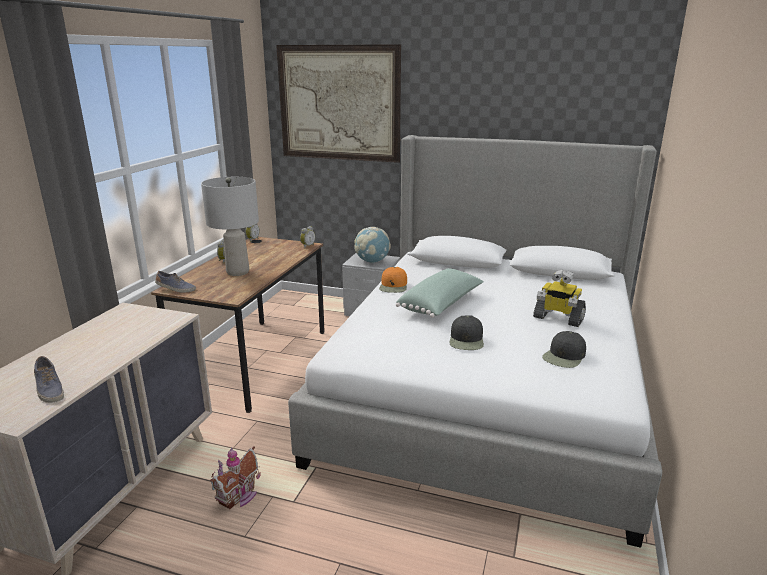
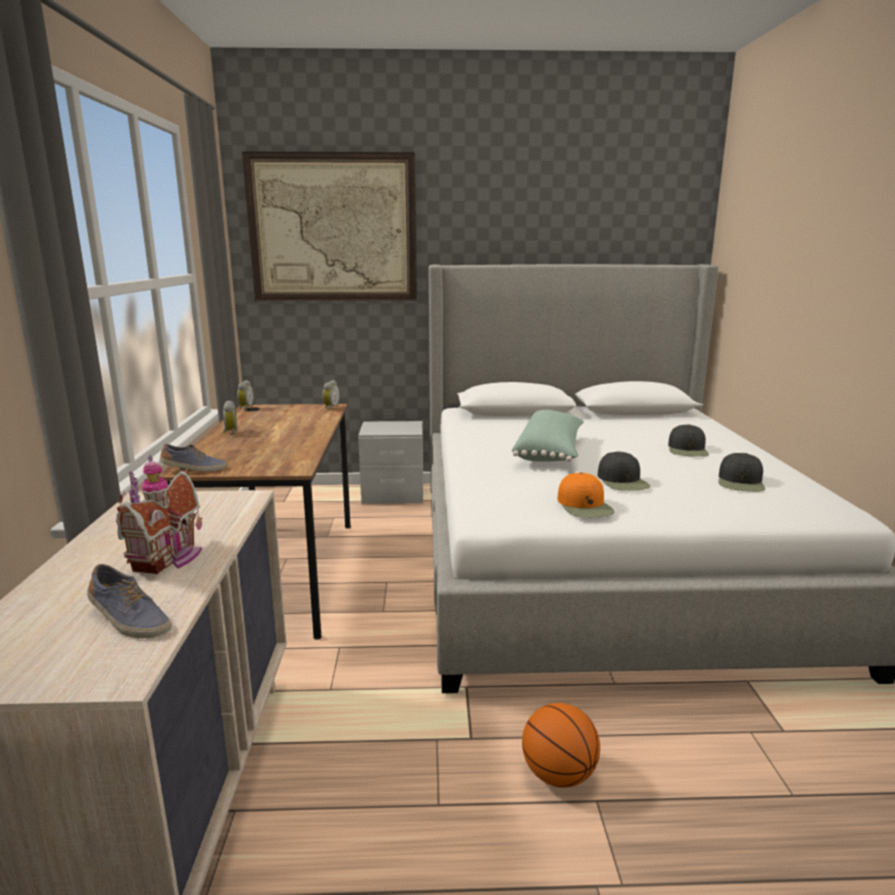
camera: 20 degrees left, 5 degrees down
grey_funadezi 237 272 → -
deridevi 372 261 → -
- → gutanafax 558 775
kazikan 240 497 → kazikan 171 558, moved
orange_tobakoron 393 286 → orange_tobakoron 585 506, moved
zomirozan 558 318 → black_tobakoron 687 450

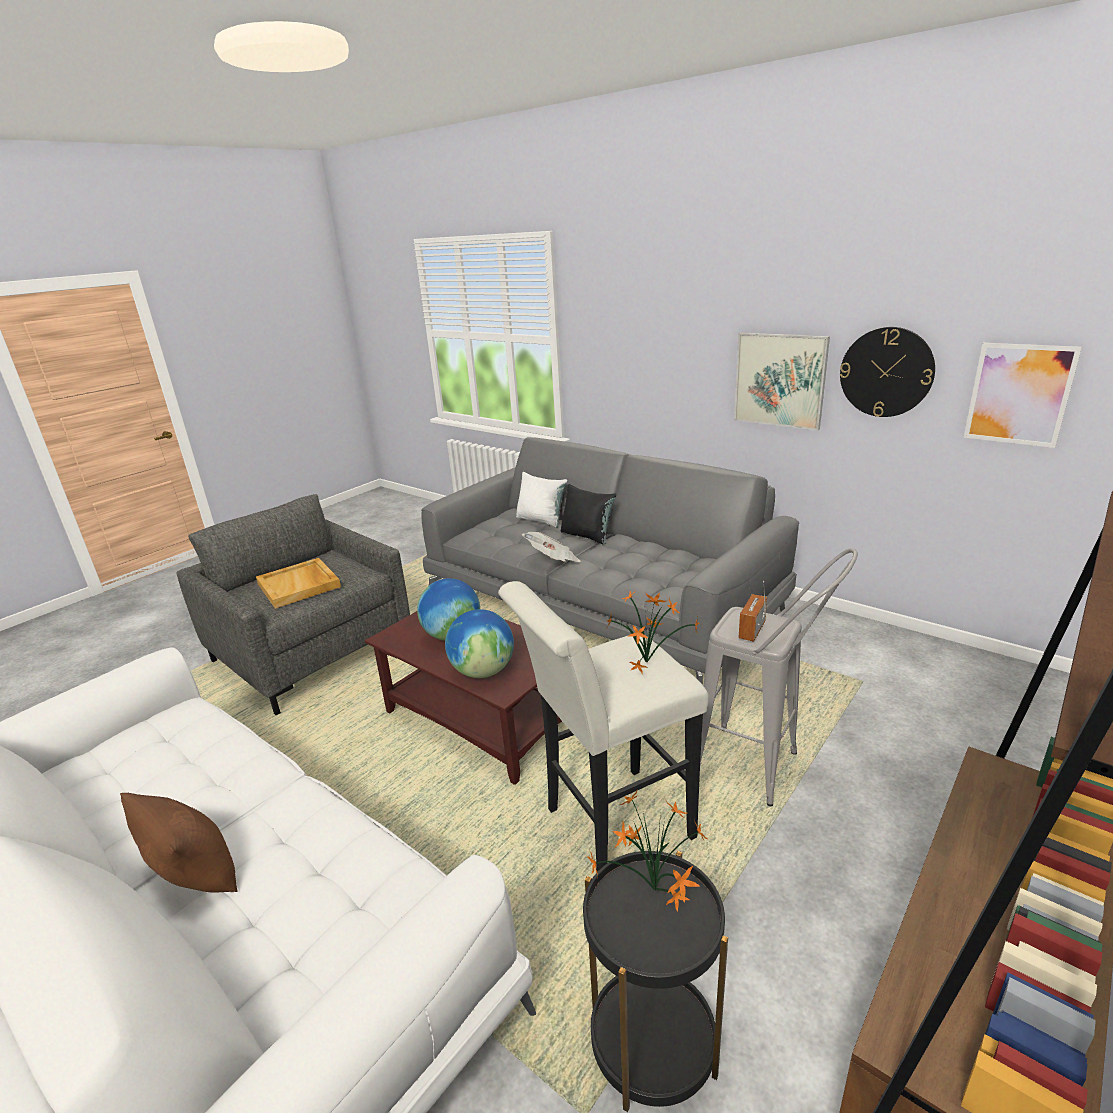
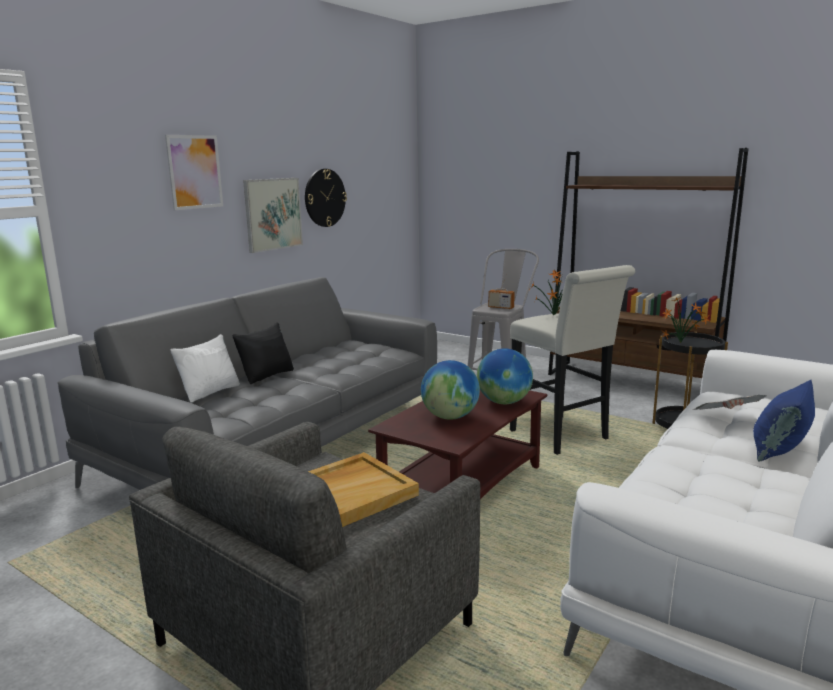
camera: 95 degrees left, 10 degrees down
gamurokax 553 560 → gamurokax 726 419, moved
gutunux 1019 394 → gutunux 195 172, moved
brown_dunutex 195 874 → blue_dunutex 779 451

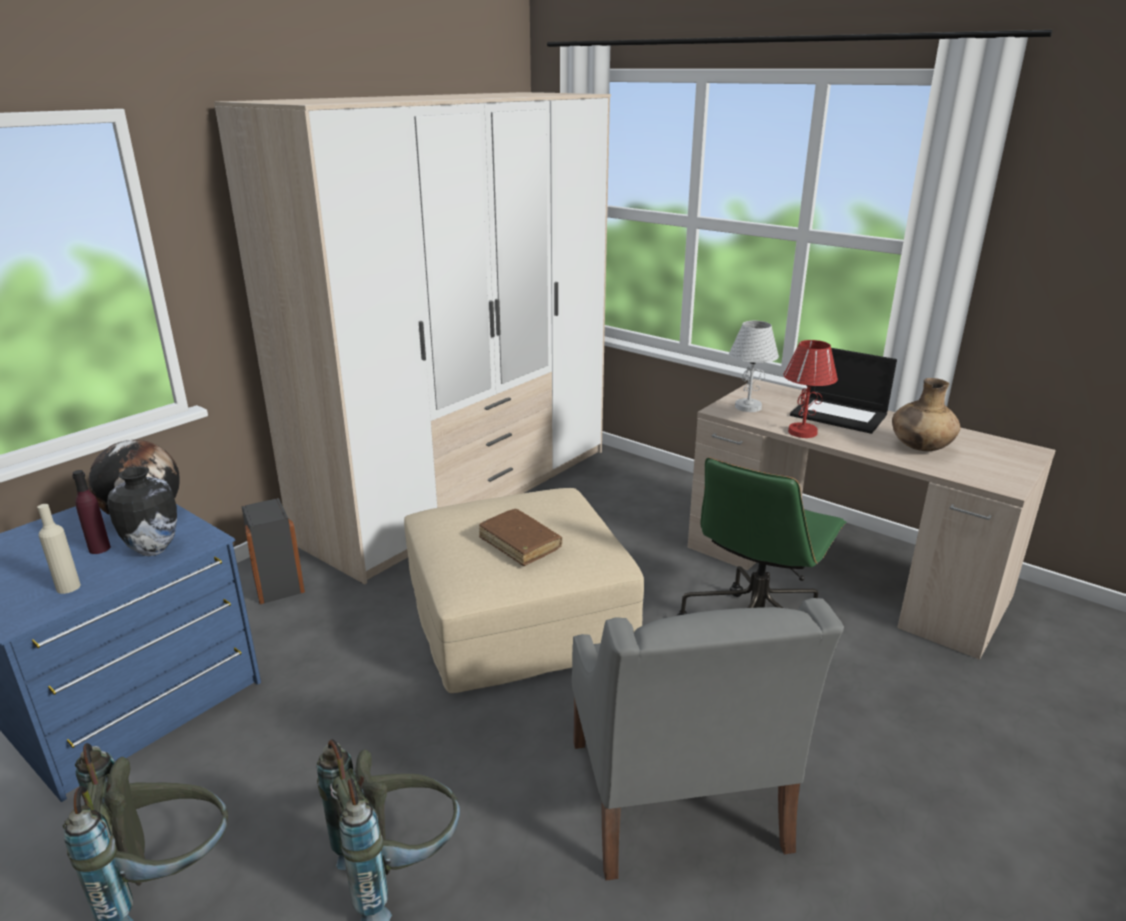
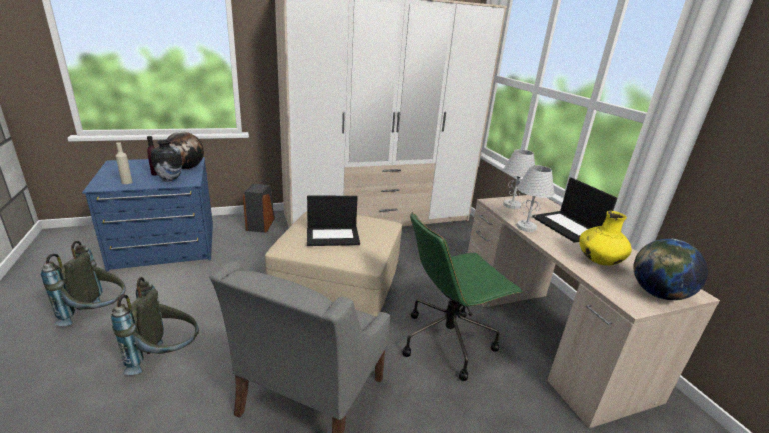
camera: 30 degrees right, 0 degrees up
- → deridevi 657 294
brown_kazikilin 520 544 → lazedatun 333 236
red_funadezi 803 432 → white_funadezi 526 227
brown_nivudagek 919 448 → yellow_nivudagek 598 261

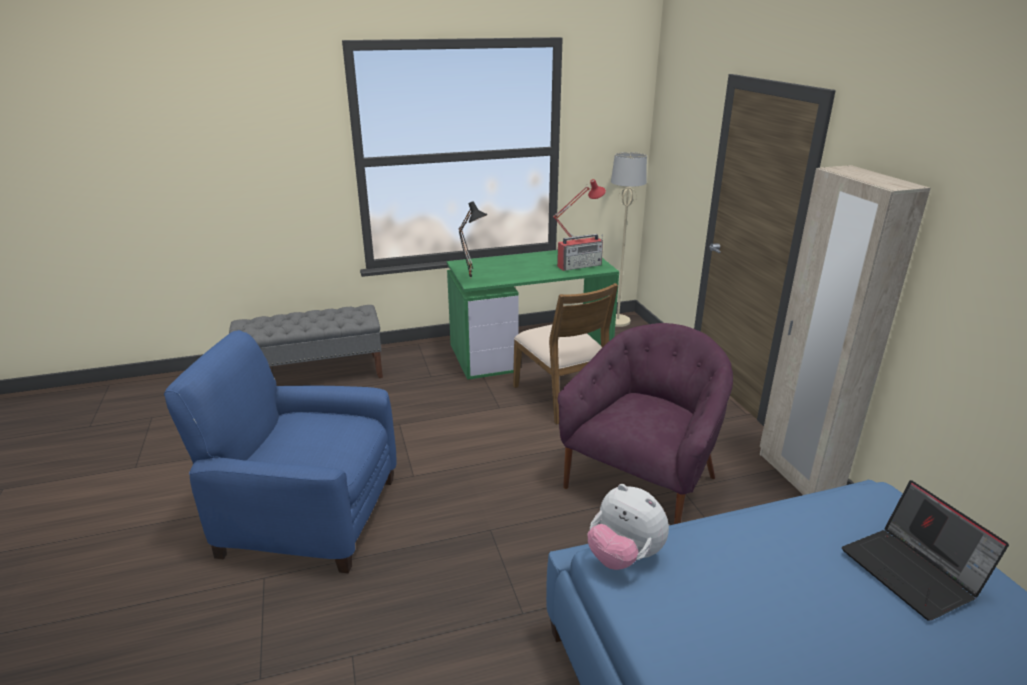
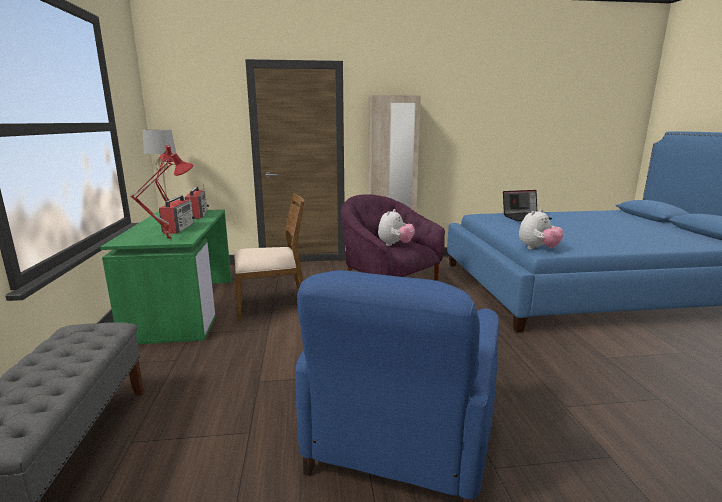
camera: 80 degrees left, 10 degrees down
- → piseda 179 228
- → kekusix 395 244
black_funadezi 472 278 → red_funadezi 170 240

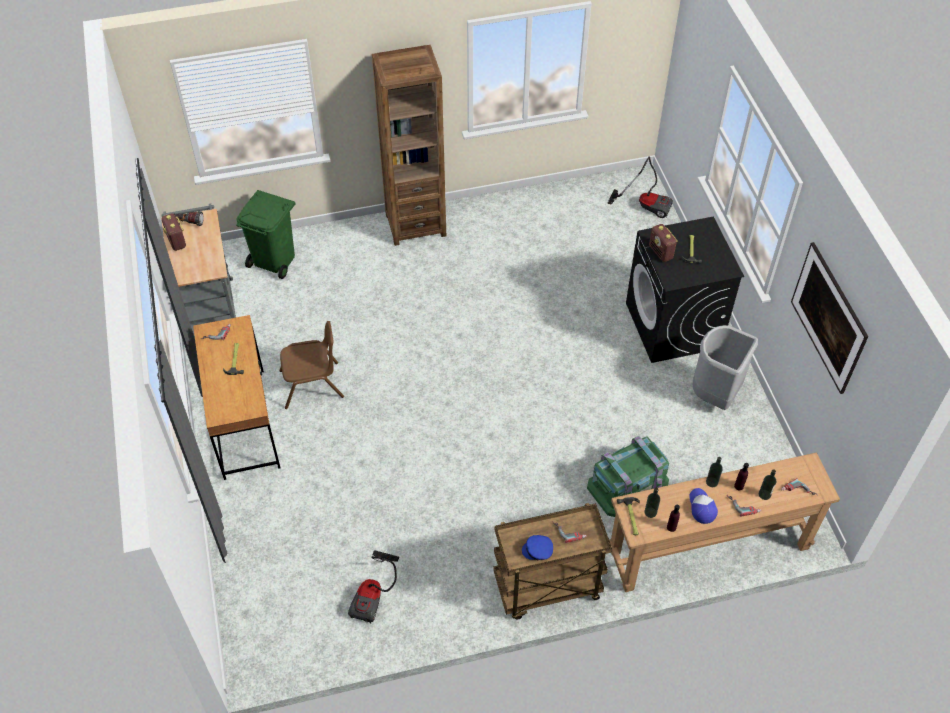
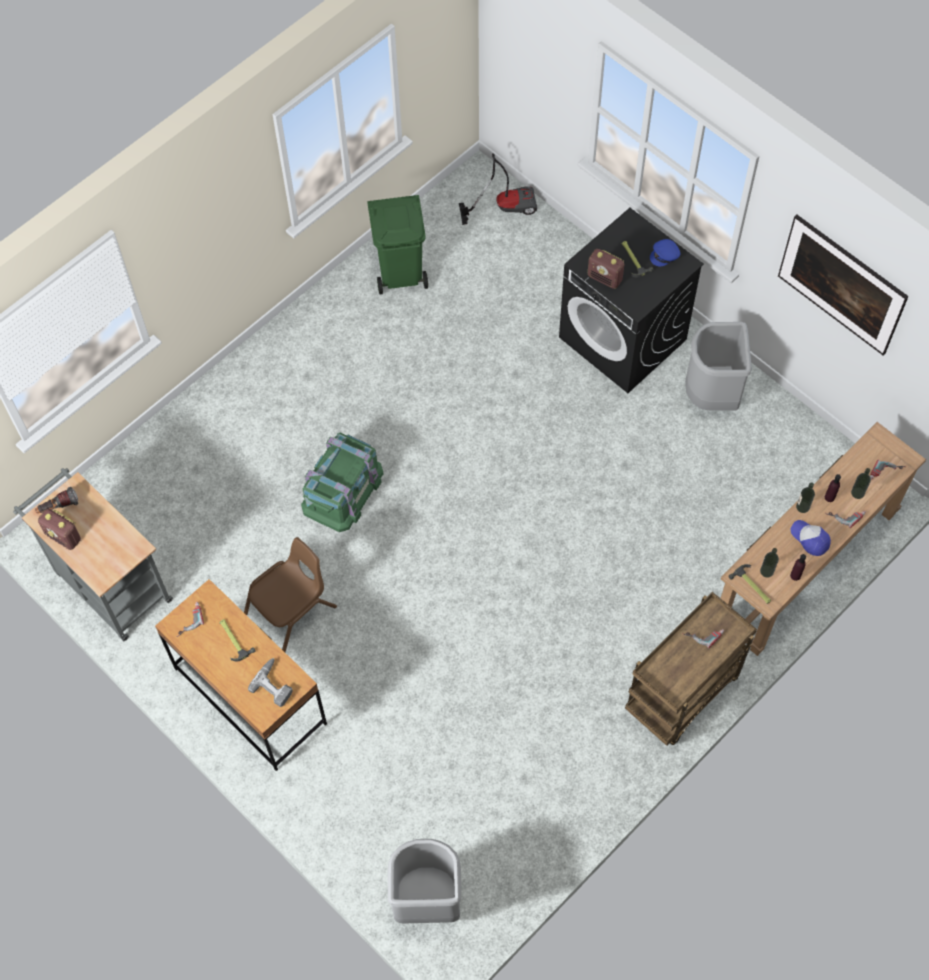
camera: 30 degrees left, 10 degrees up
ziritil 374 595 → -
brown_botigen 415 225 → -
- → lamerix 275 684
- → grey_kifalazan 427 900
green_kifalazan 275 261 → green_kifalazan 401 272, moved
blue_tobakoron 538 550 → blue_tobakoron 665 255, moved
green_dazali 627 484 → green_dazali 342 489, moved

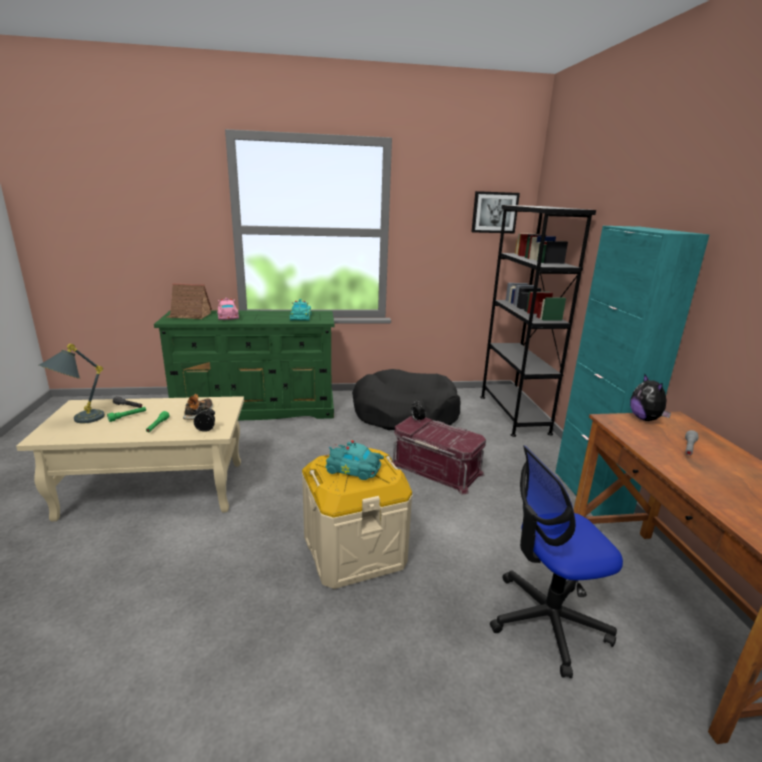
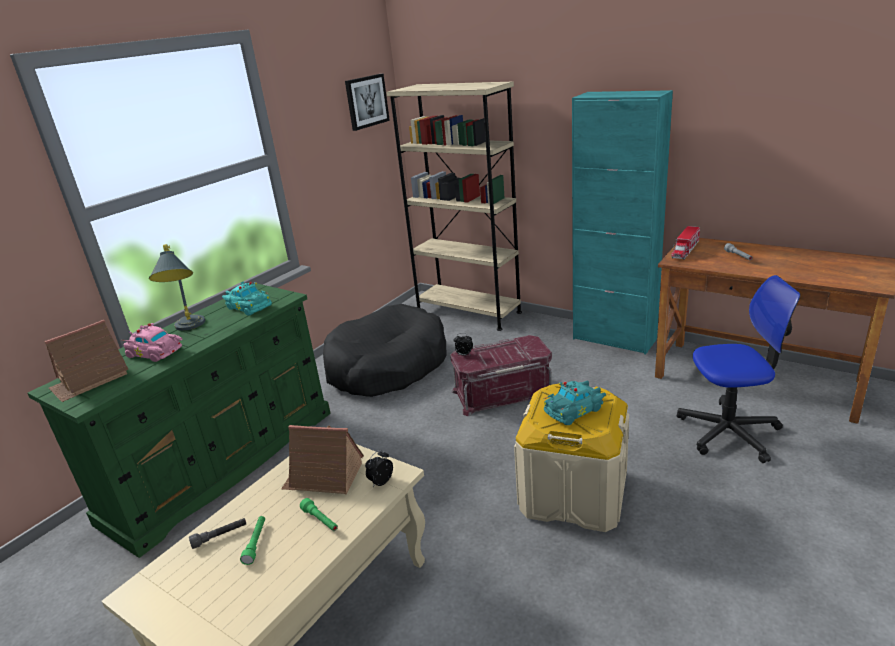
camera: 45 degrees left, 5 degrees up
grey_funadezi 78 421 → grey_funadezi 189 328, moved
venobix 199 412 → kazikan 324 476
kekusix 645 419 → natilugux 685 250
black_botigen 513 414 → beige_botigen 468 312
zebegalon 547 621 → zebegalon 729 432, 120 degrees counterclockwise

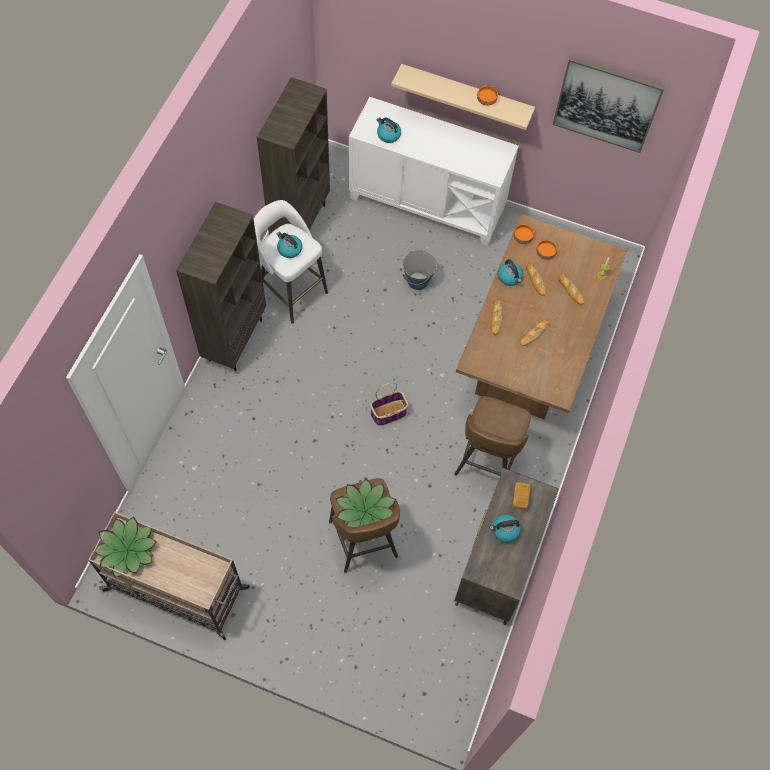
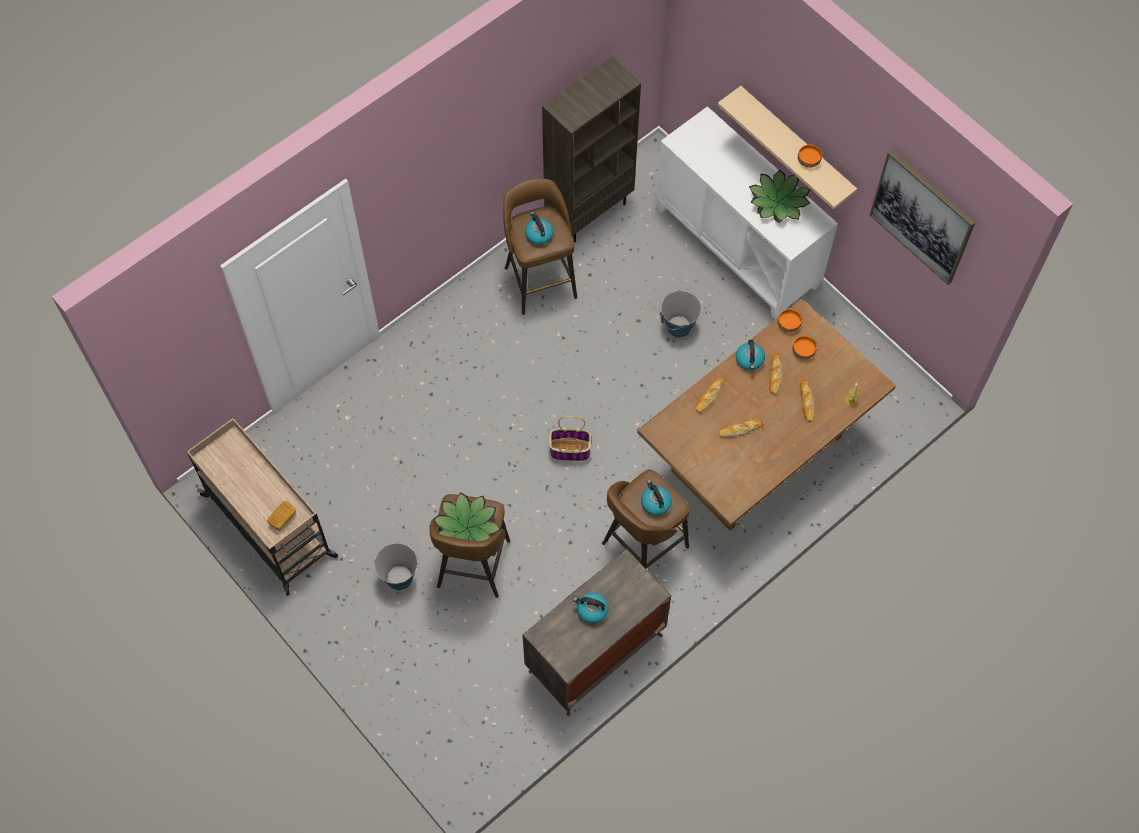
camera: 30 degrees right, 0 degrees up
brown_botigen 234 339 → -
- → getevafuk 399 577
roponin 127 550 → roponin 778 202, moved
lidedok 388 135 → lidedok 655 503, moved
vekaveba 520 498 → vekaveba 282 518, moved
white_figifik 291 291 → brown_figifik 540 280

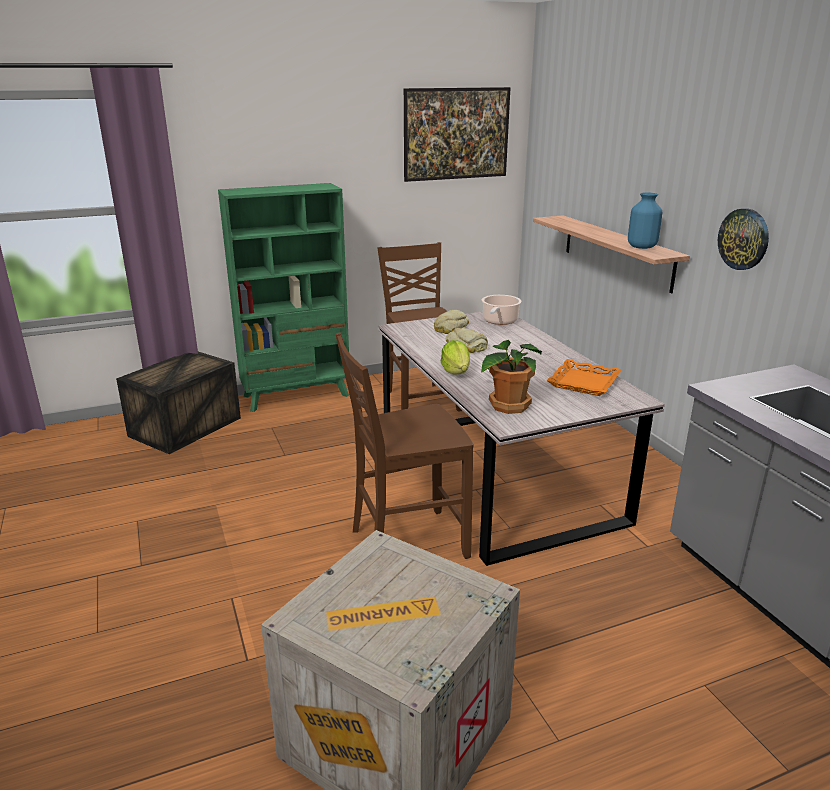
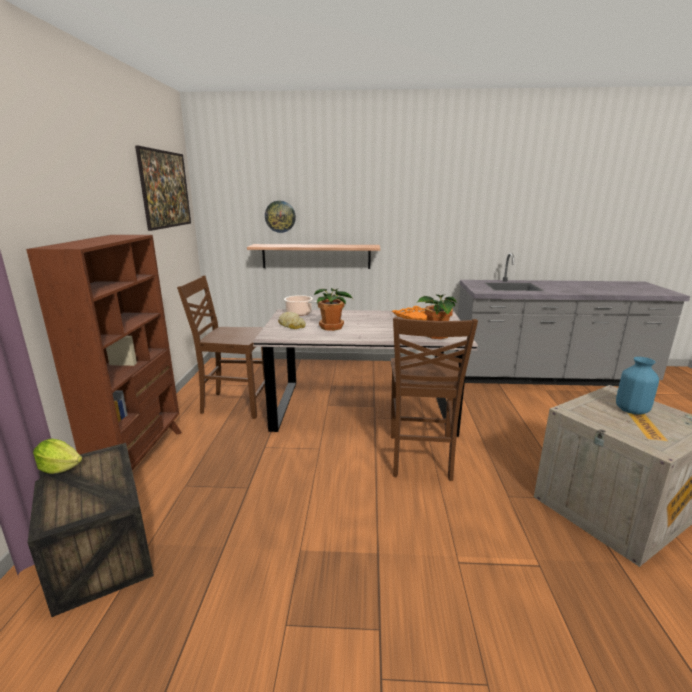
camera: 65 degrees left, 5 degrees down
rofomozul 456 371 → rofomozul 59 468, moved
blue_nivudagek 641 247 → blue_nivudagek 631 410, moved
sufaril 743 239 → sufaril 280 216, moved
vekaveba 467 346 → roponin 332 327
green_botigen 297 396 → brown_botigen 141 458

